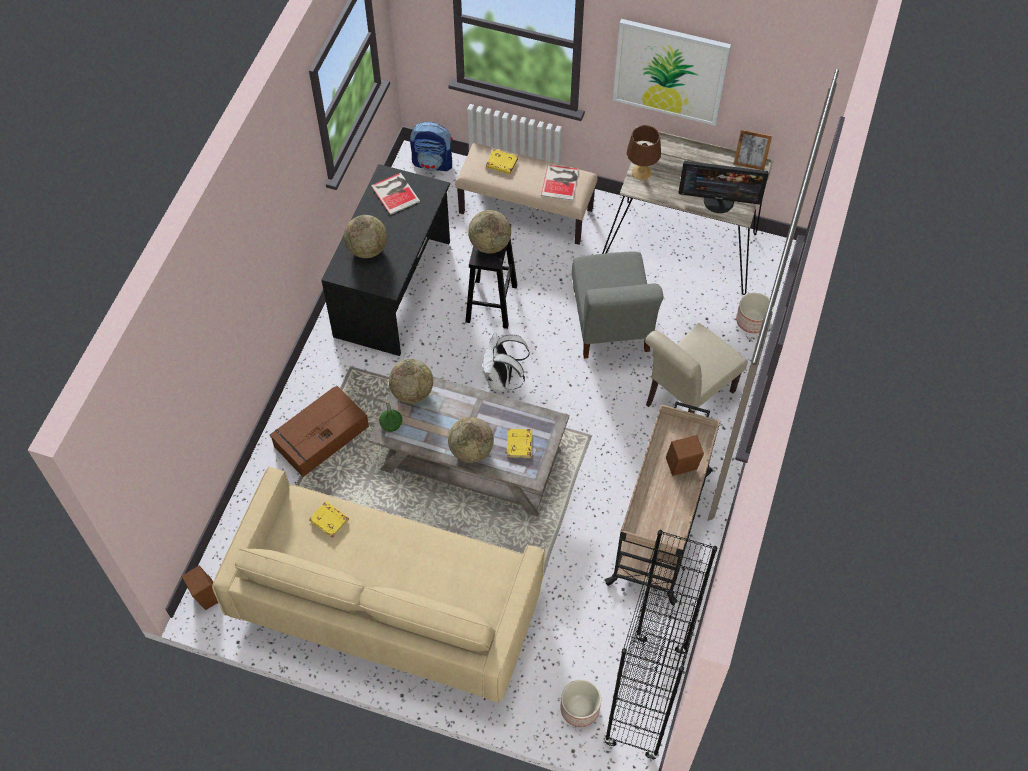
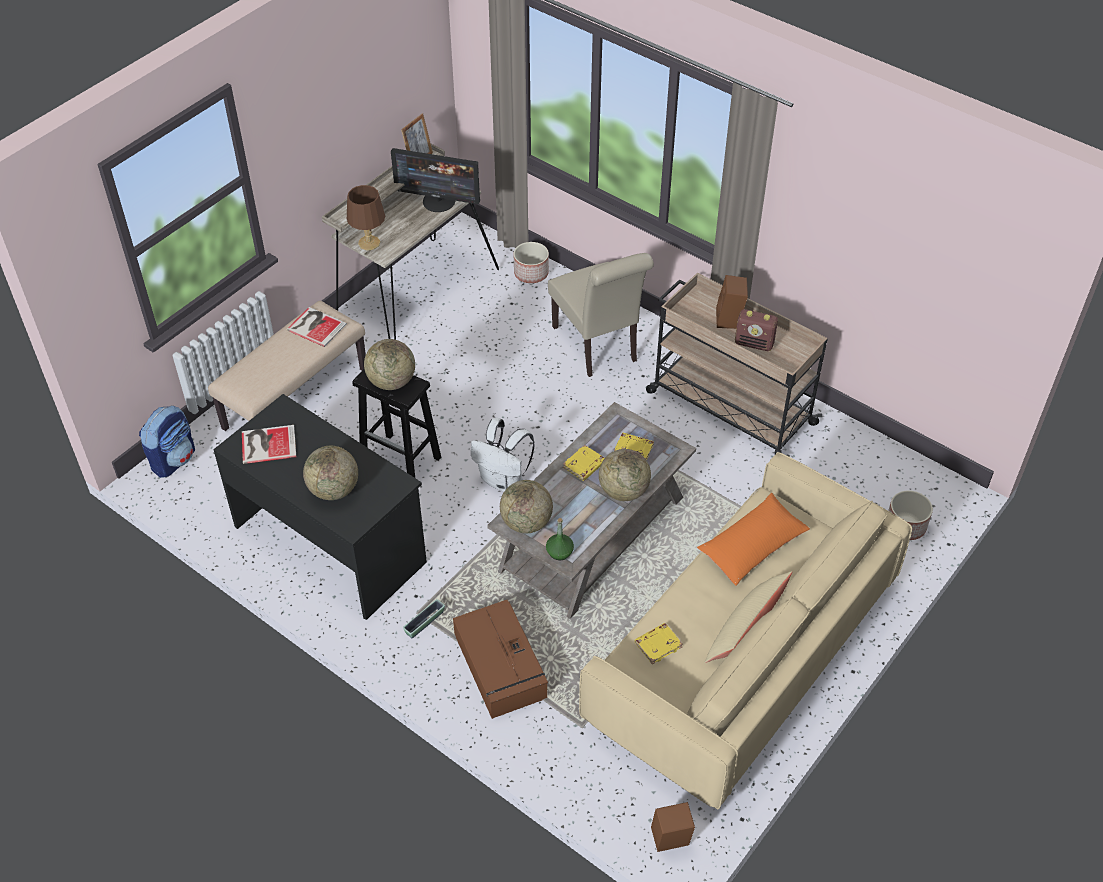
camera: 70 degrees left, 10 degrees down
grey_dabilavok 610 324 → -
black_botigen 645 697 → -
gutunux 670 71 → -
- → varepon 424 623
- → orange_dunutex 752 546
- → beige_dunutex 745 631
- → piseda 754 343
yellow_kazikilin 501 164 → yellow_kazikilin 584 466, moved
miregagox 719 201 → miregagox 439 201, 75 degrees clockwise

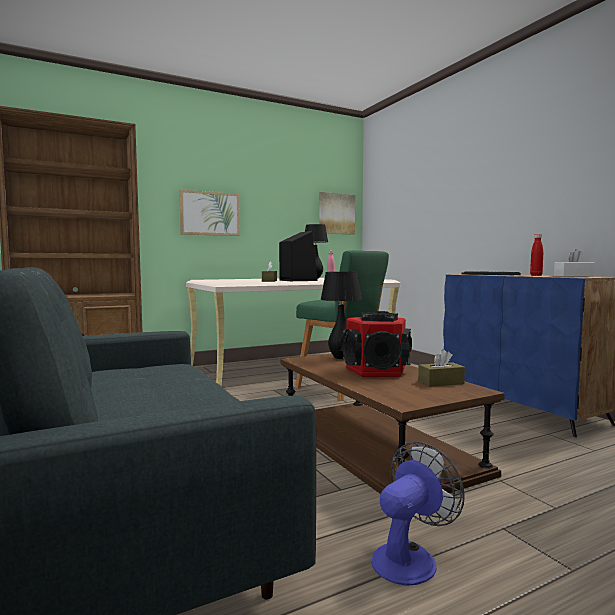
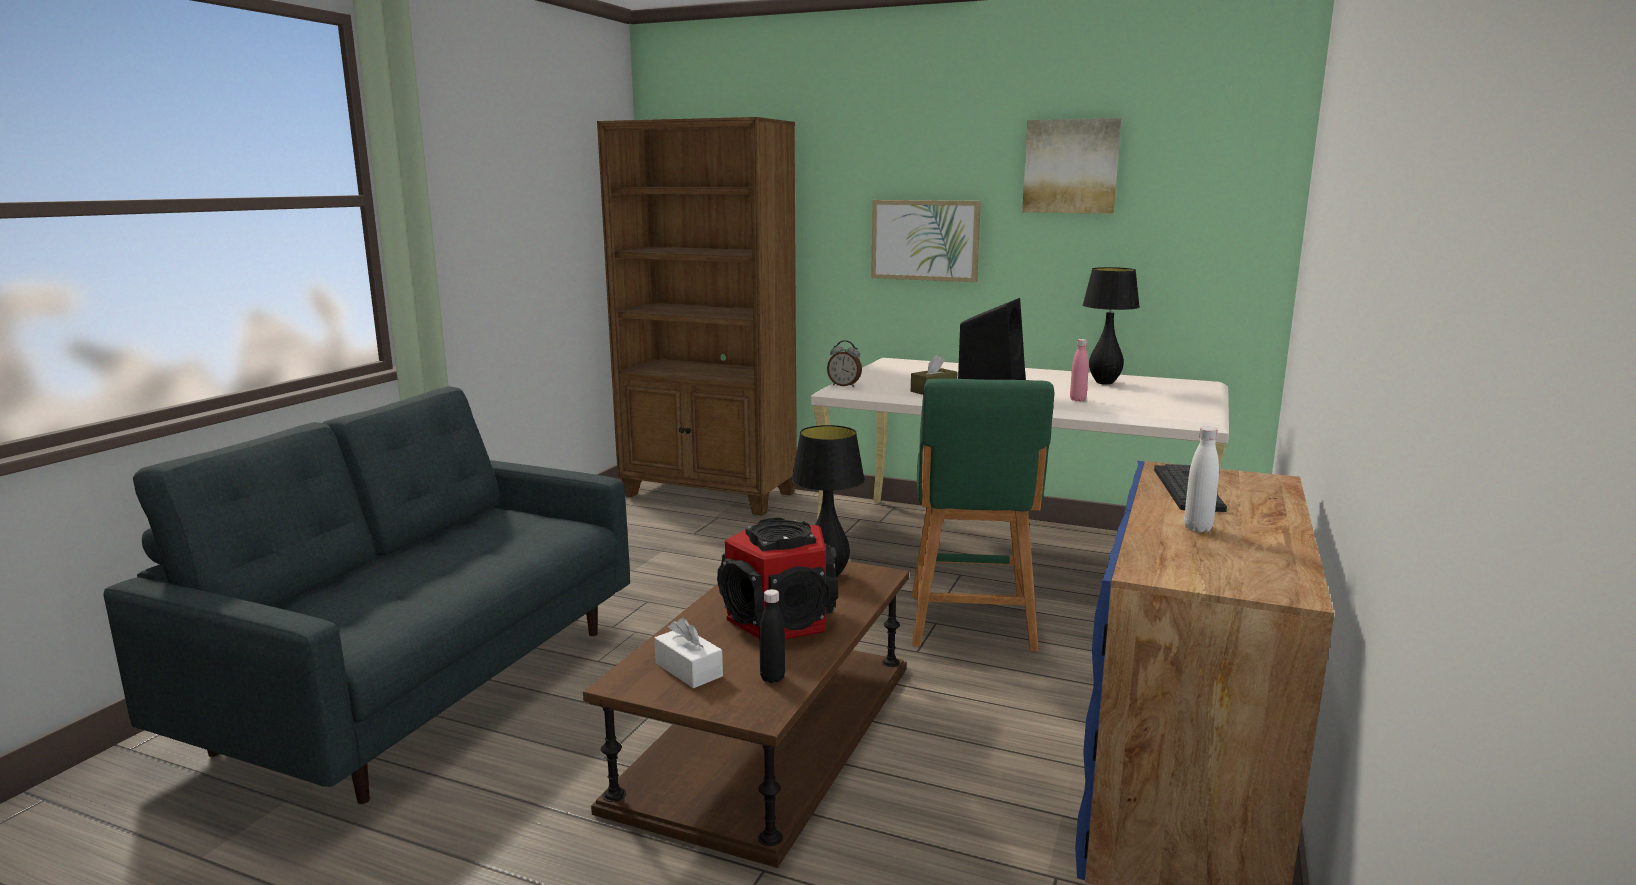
camera: 50 degrees right, 10 degrees up
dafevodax 410 557 → -
- → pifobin 844 385
gutunux 336 213 → gutunux 1071 166, moved
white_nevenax 573 276 → white_nevenax 688 670, moved
brown_nevenax 441 382 → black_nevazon 772 678
red_nevazon 536 275 → white_nevazon 1197 528

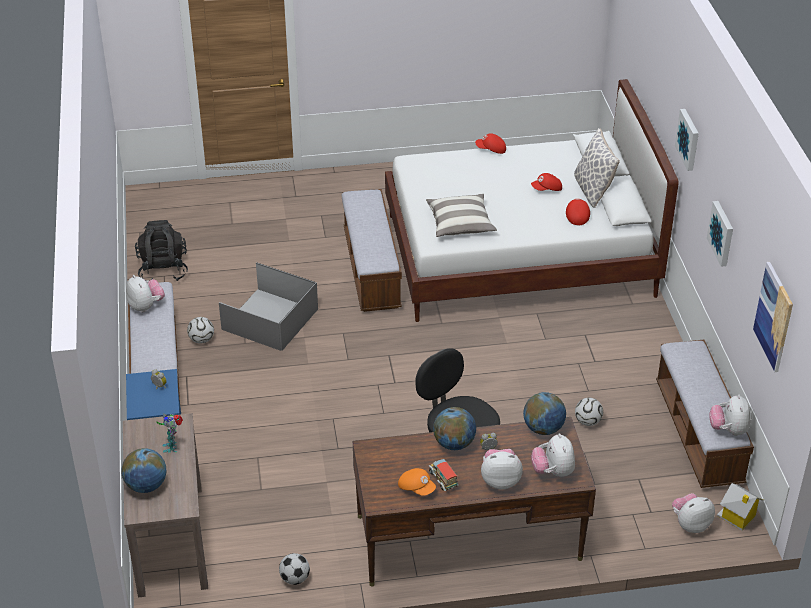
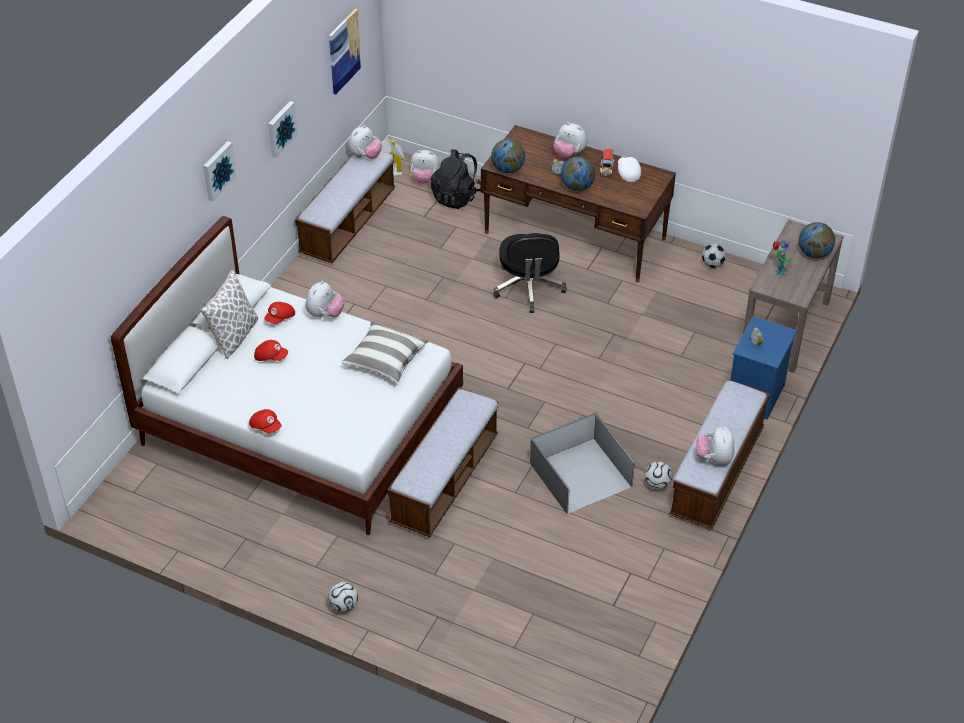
camera: 145 degrees left, 5 degrees up
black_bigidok 163 270 → black_bigidok 457 197, moved
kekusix 553 472 → kekusix 325 314, moved
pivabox 588 421 → pivabox 344 605, moved
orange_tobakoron 416 488 → white_tobakoron 627 173

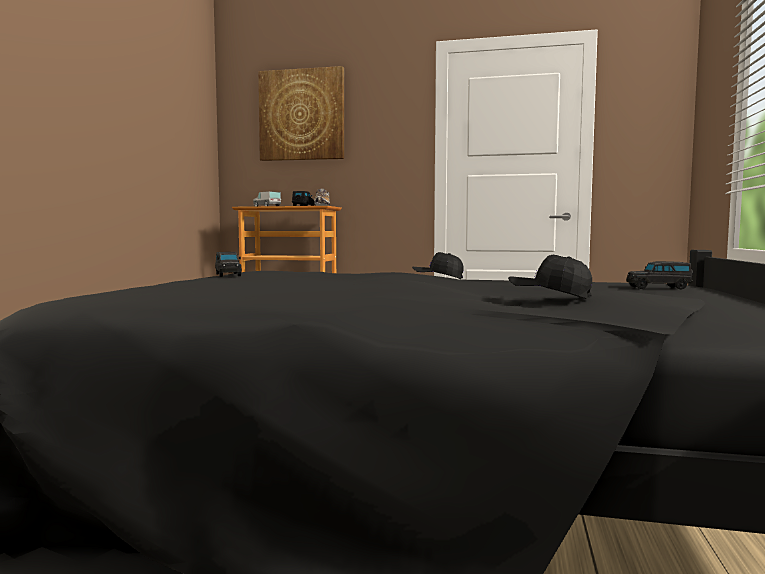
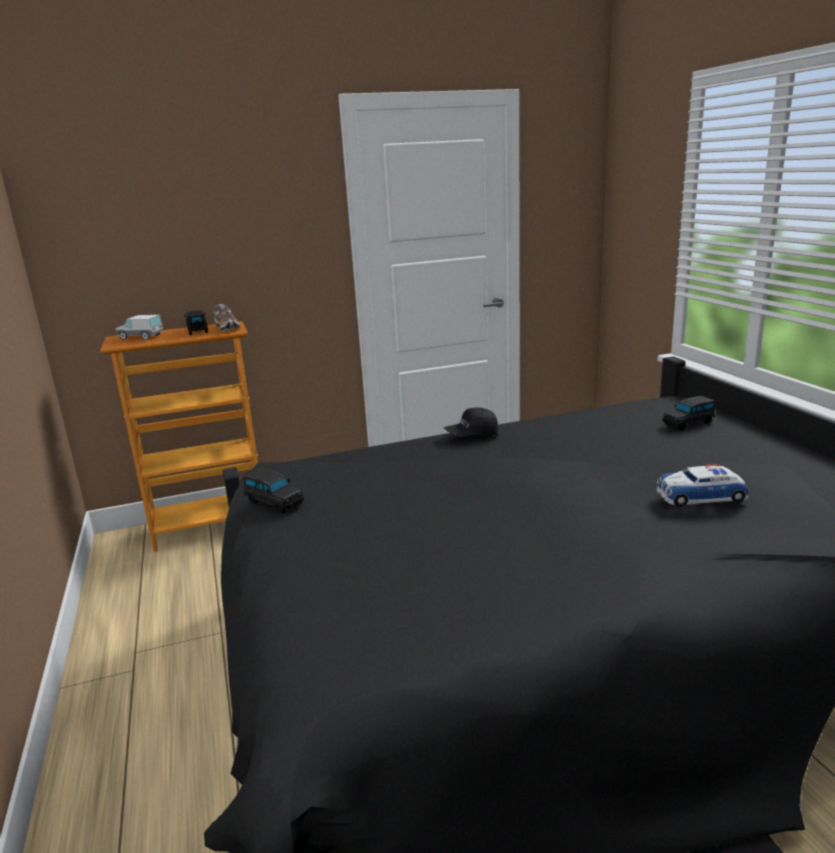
camera: 30 degrees left, 15 degrees up
gutunux 302 115 → -
black_tobakoron 549 295 → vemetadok 700 495

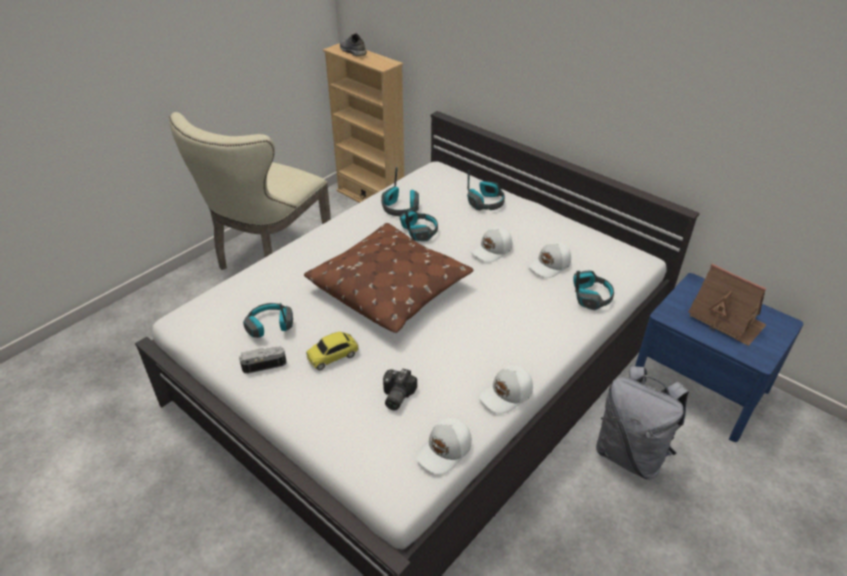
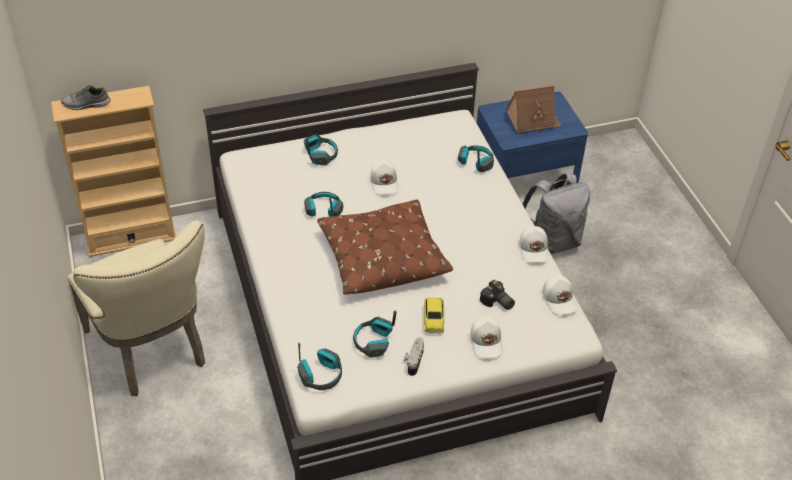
camera: 60 degrees left, 5 degrees up
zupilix 400 208 → zupilix 321 375, moved
white_tobakoron 550 265 → white_tobakoron 487 341, moved

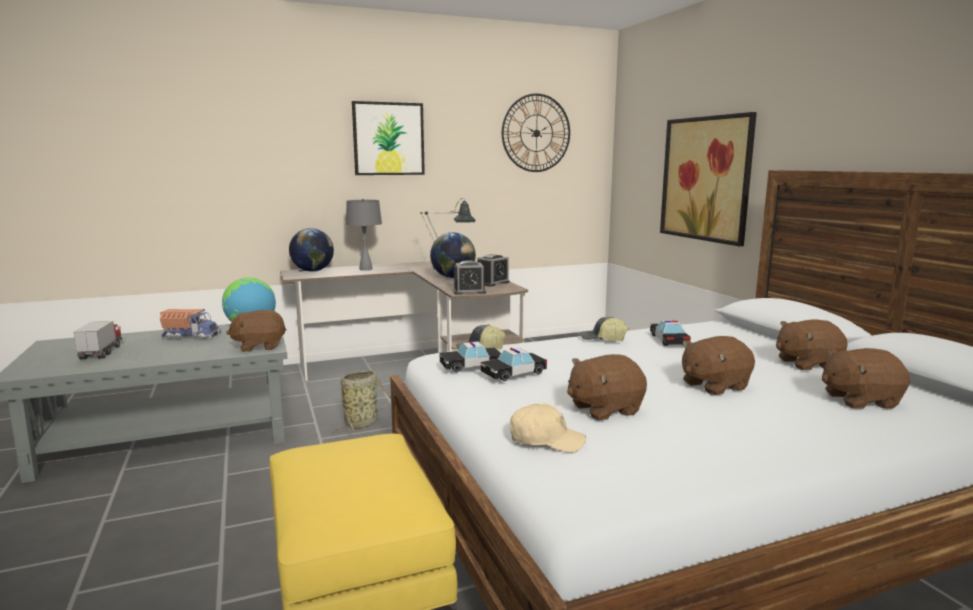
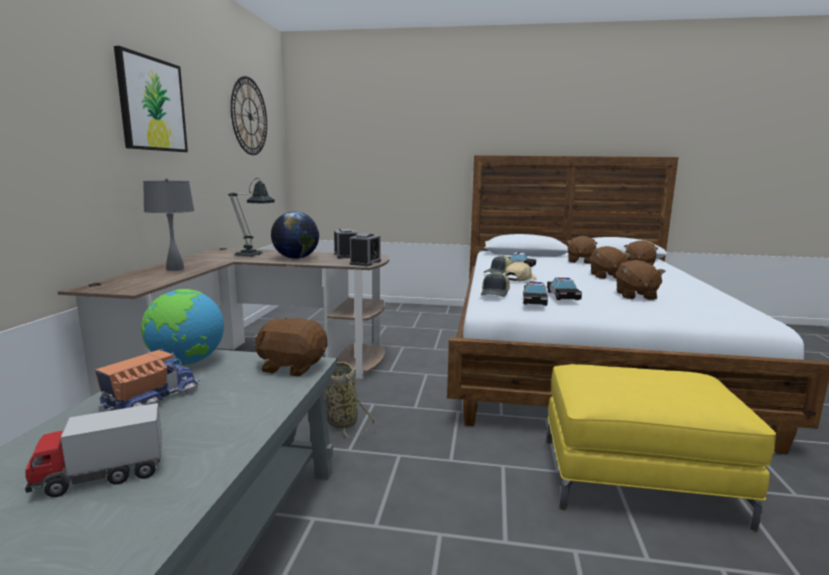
camera: 60 degrees left, 0 degrees up
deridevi 312 271 → -
gutunux 706 179 → -
beige_tobakoron 546 440 → beige_tobakoron 520 279, moved
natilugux 101 352 → natilugux 101 476, 45 degrees counterclockwise
brown_kekusix 259 346 → brown_kekusix 292 366, 90 degrees clockwise

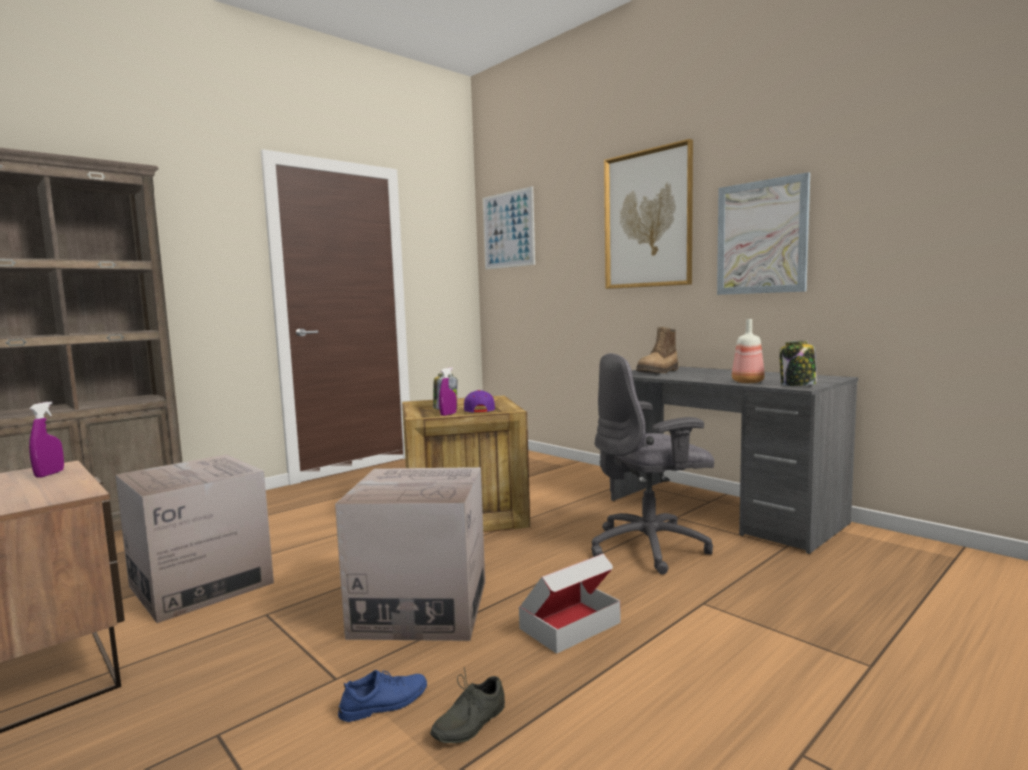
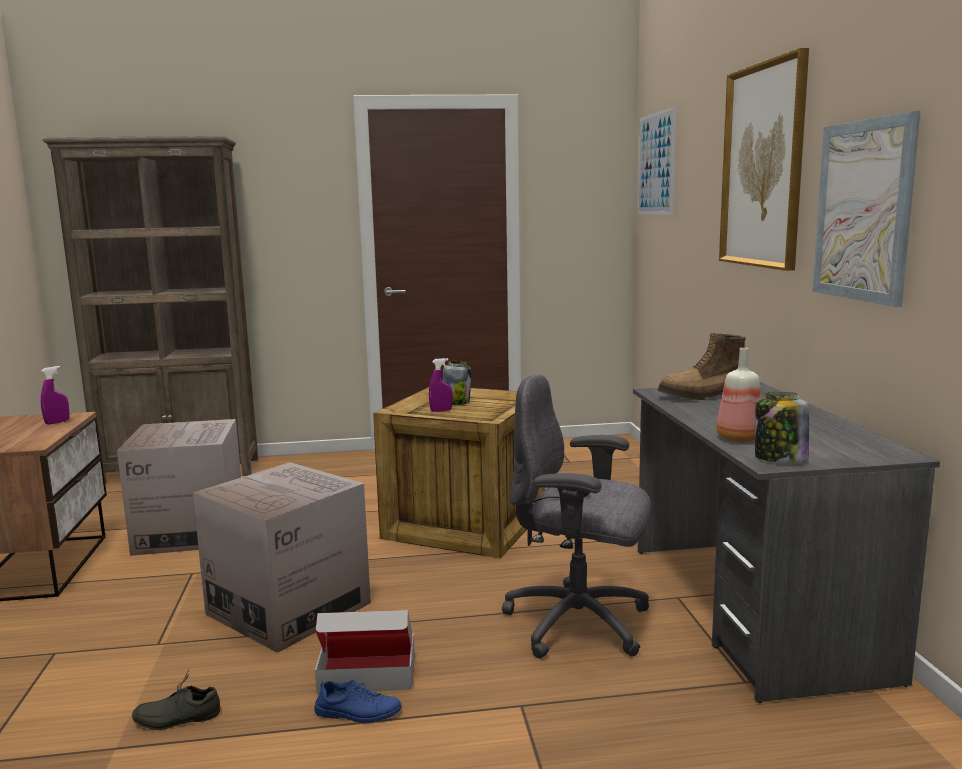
camera: 35 degrees right, 5 degrees up
purple_tobakoron 478 410 → -
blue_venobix 384 703 → blue_venobix 358 712, moved

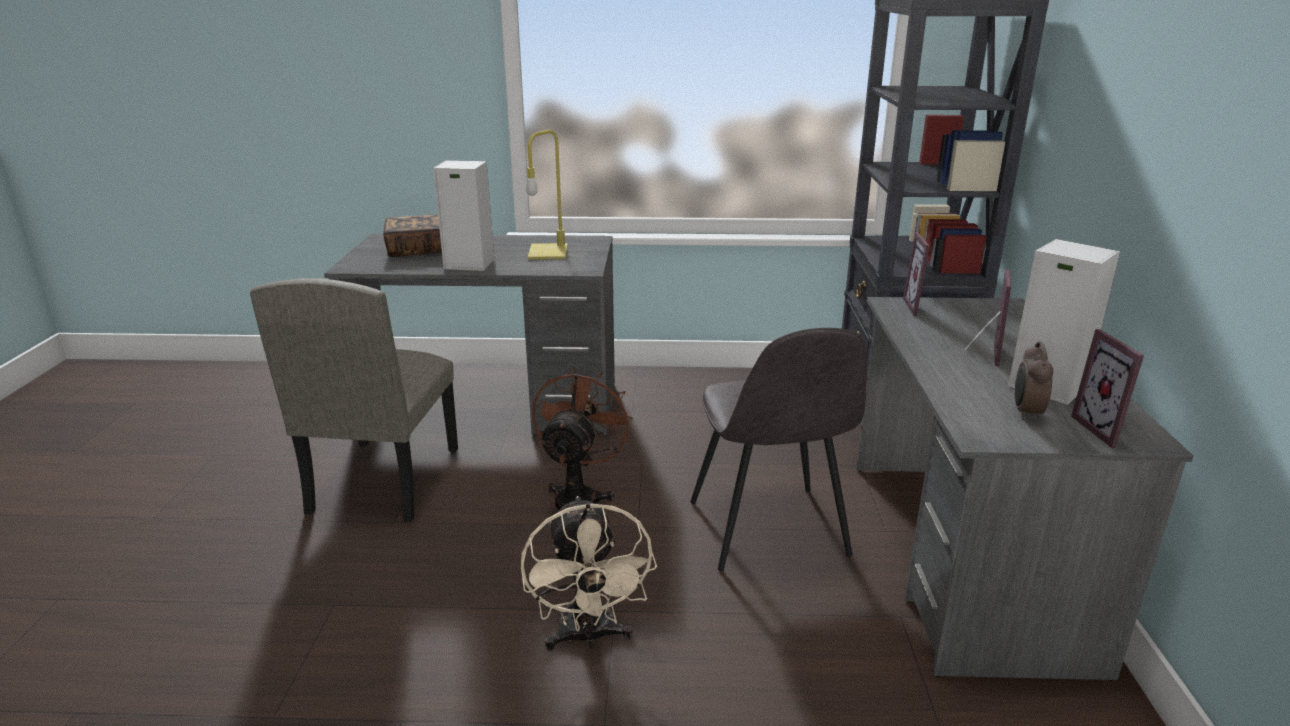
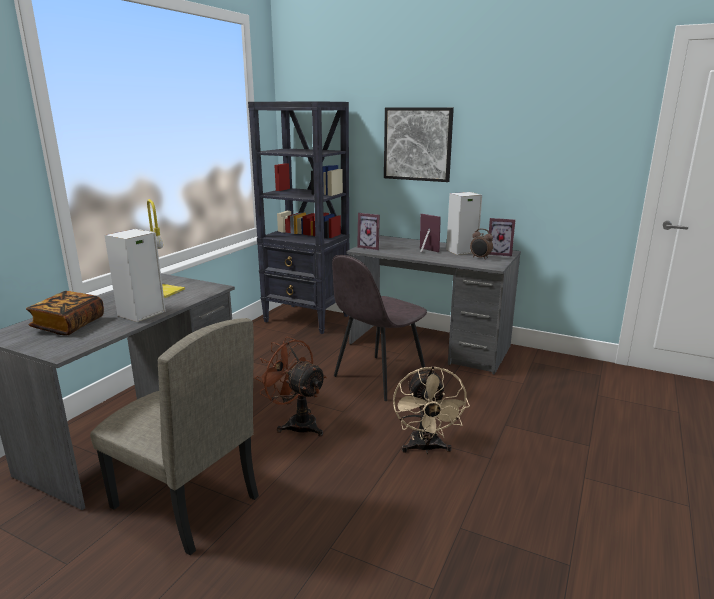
camera: 65 degrees left, 5 degrees down
- → gutunux 417 144
beige_dafevodax 588 637 → beige_dafevodax 426 448, 75 degrees clockwise
grey_dabilavok 768 531 → grey_dabilavok 378 378, 120 degrees clockwise

